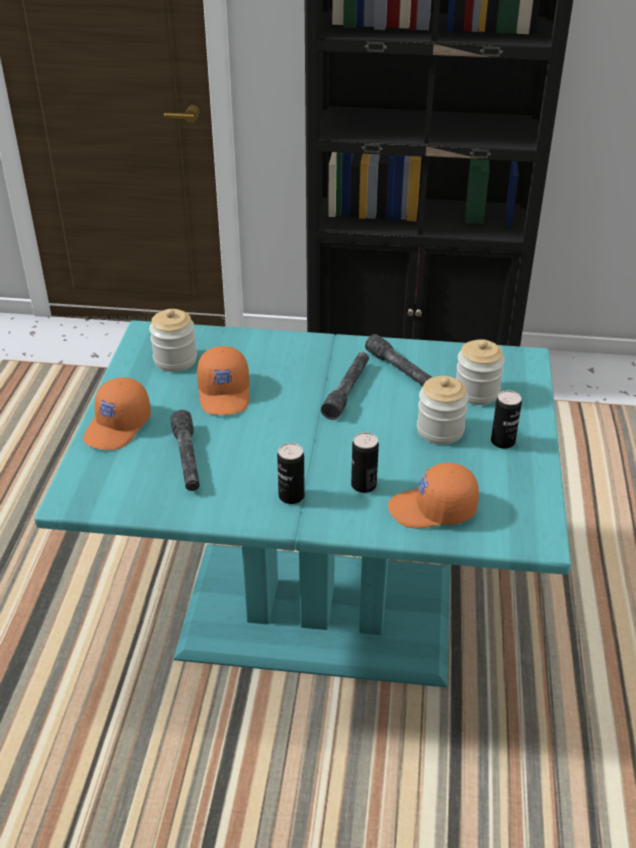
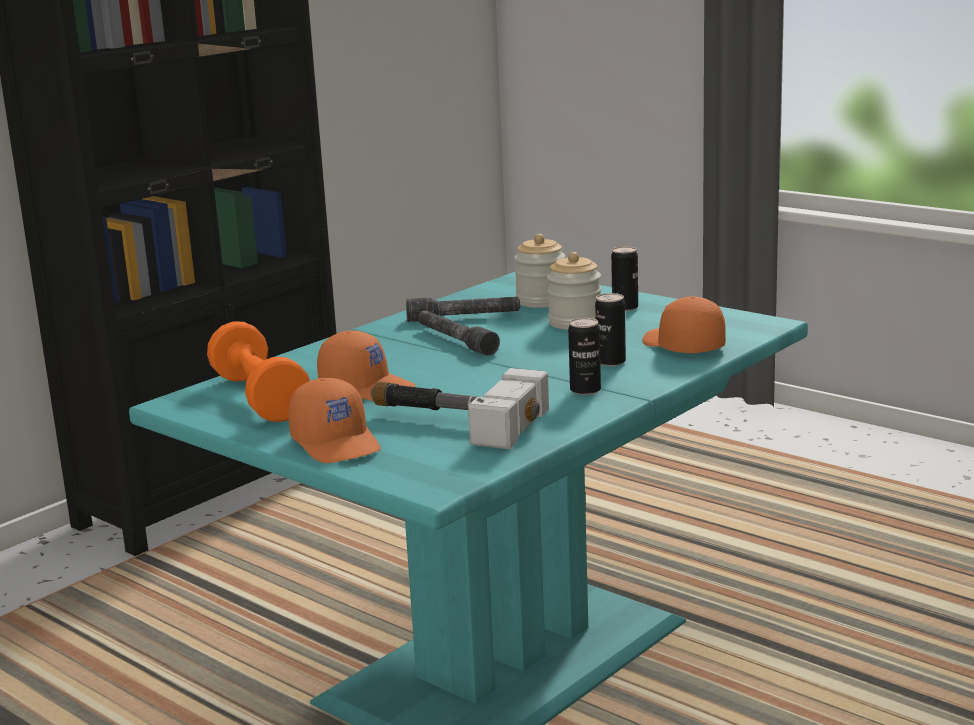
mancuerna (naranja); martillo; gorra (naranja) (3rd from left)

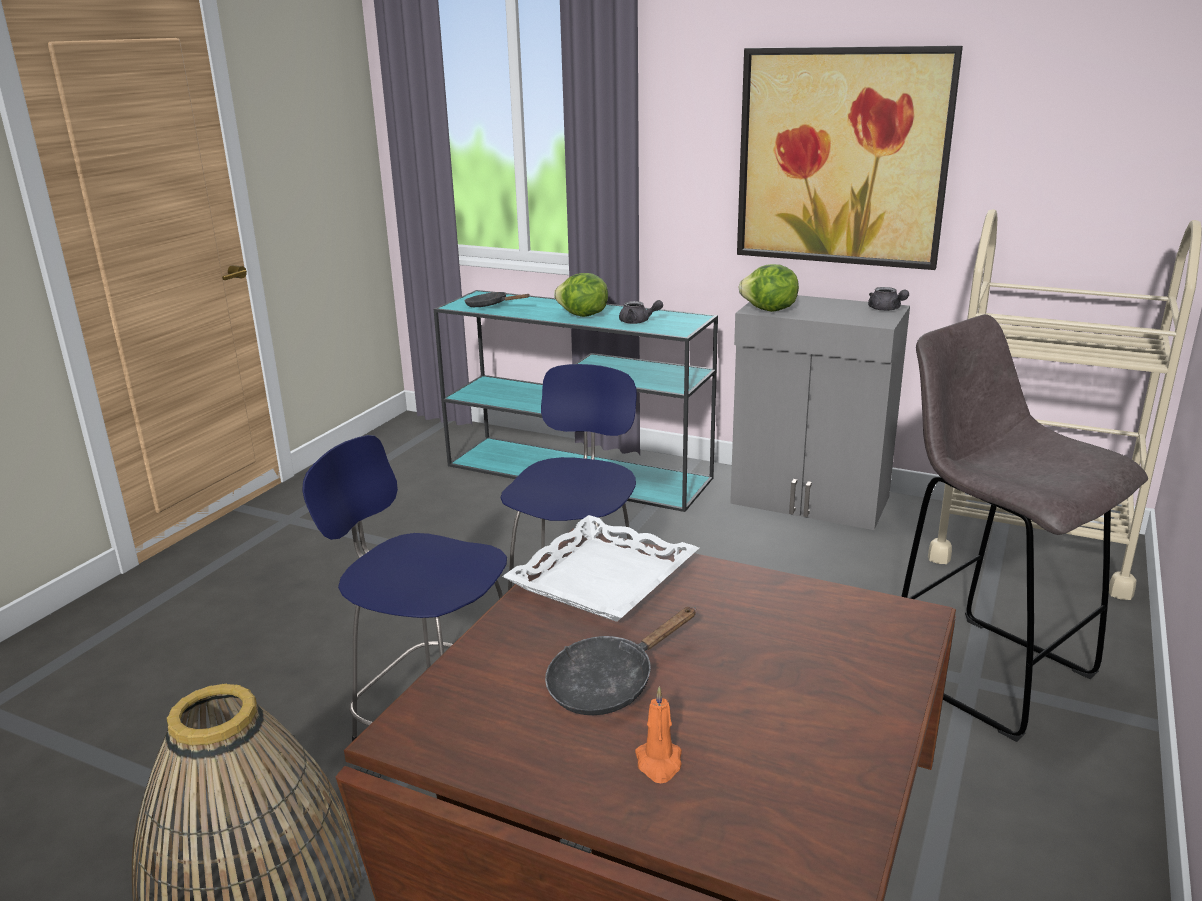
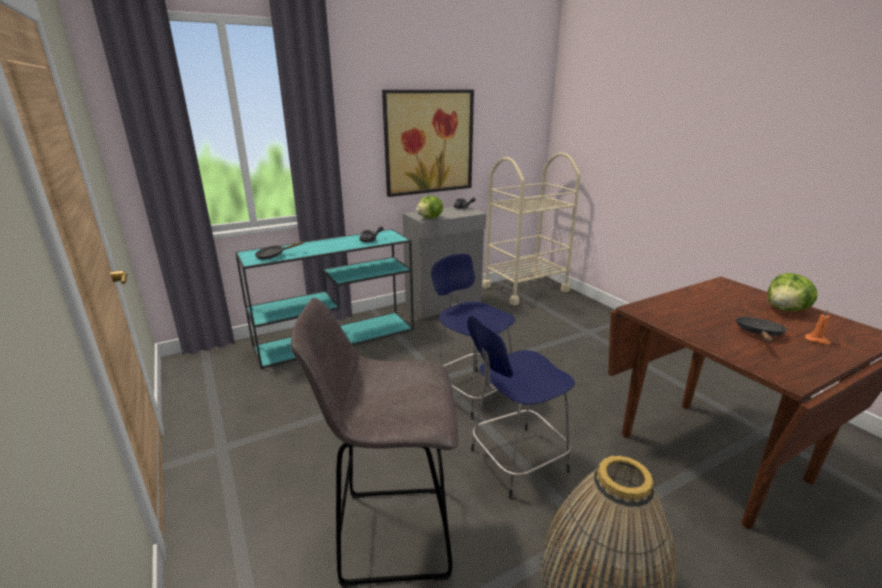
bandeja (blanco); lechuga (2nd from left); taburete (gris); sartén (negro) (2nd from left)

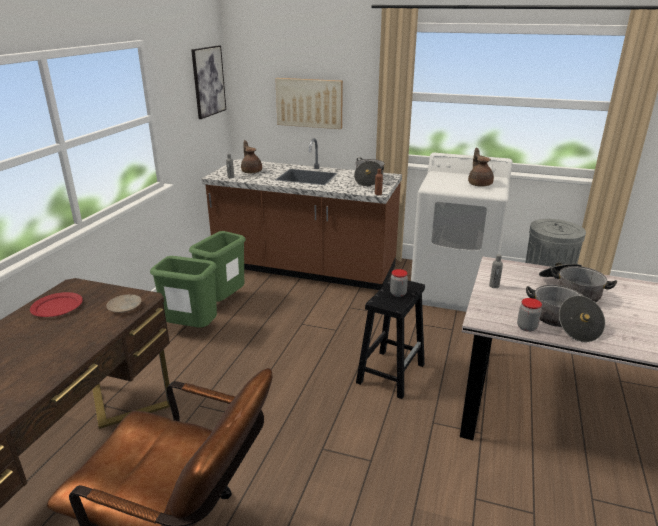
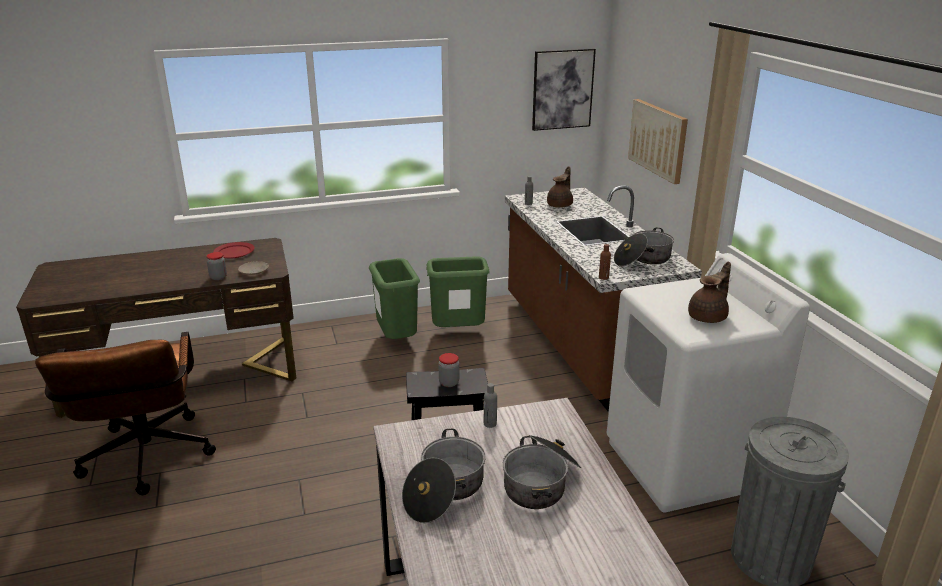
tarro (1st from left)

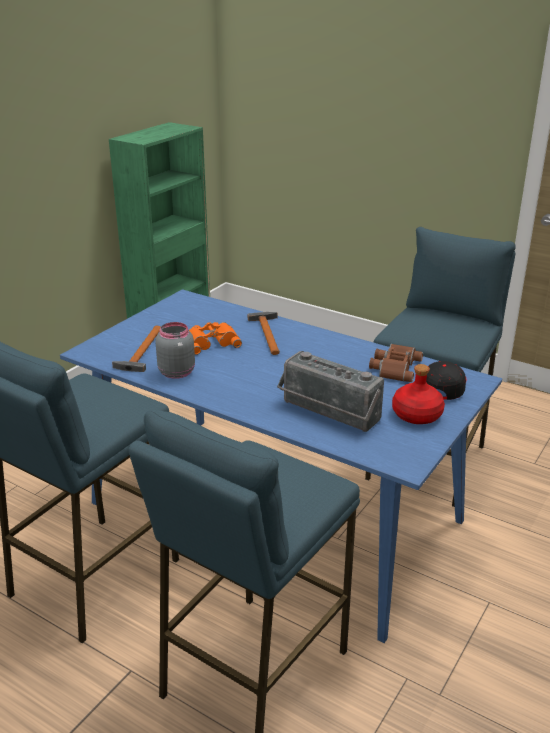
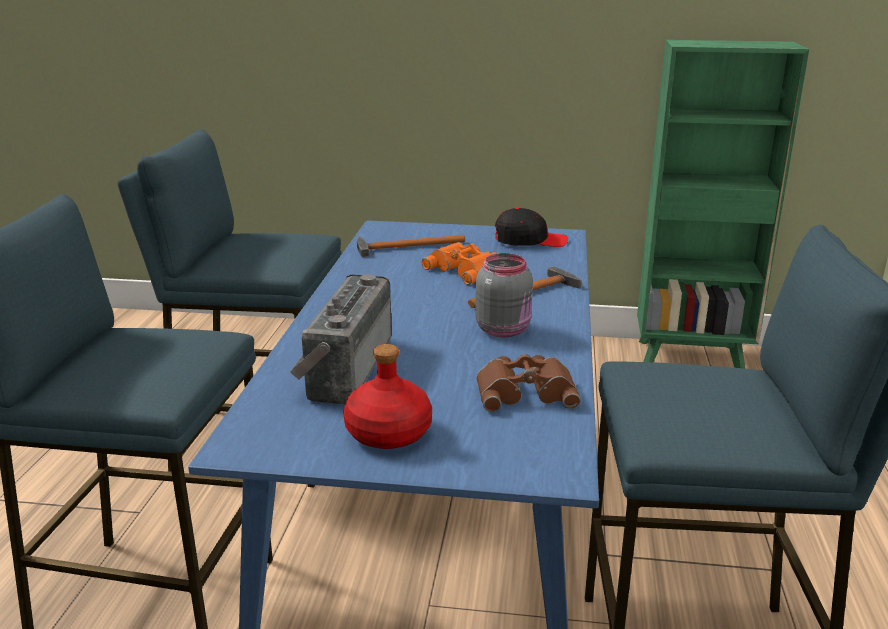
tarro (gris); gorra (negro)

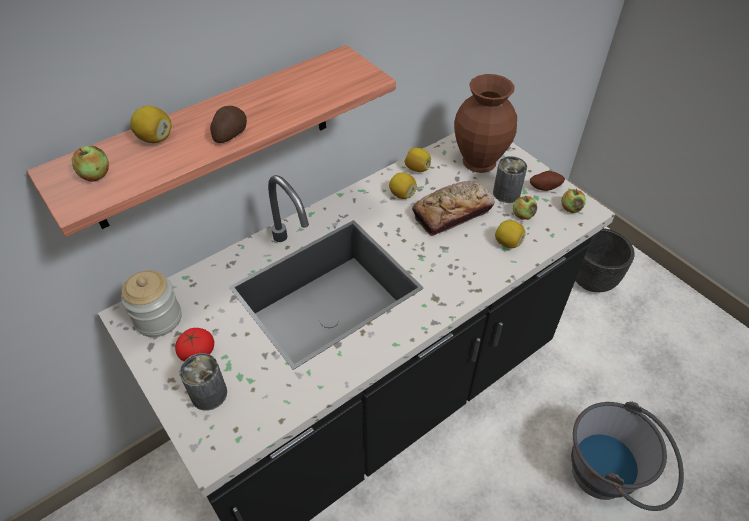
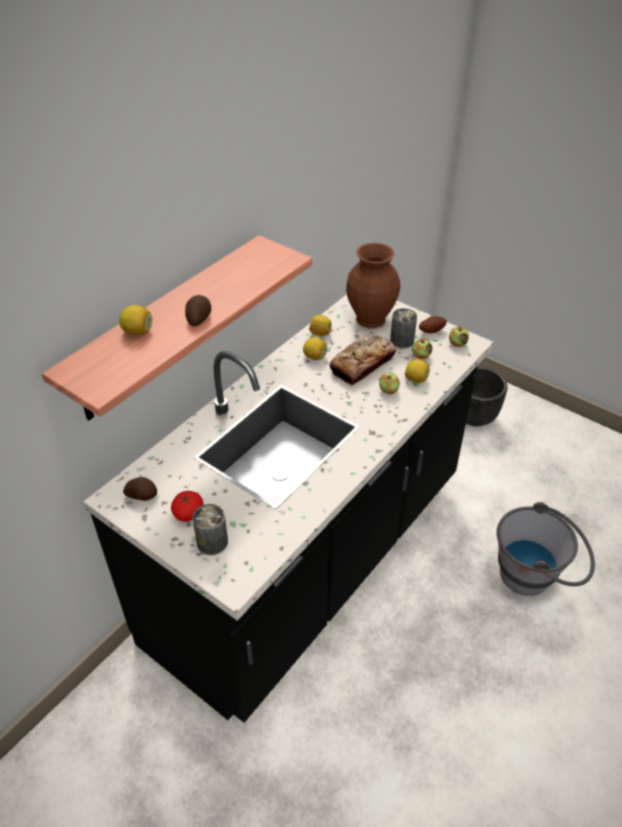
manzana (1st from left); patata (1st from left)

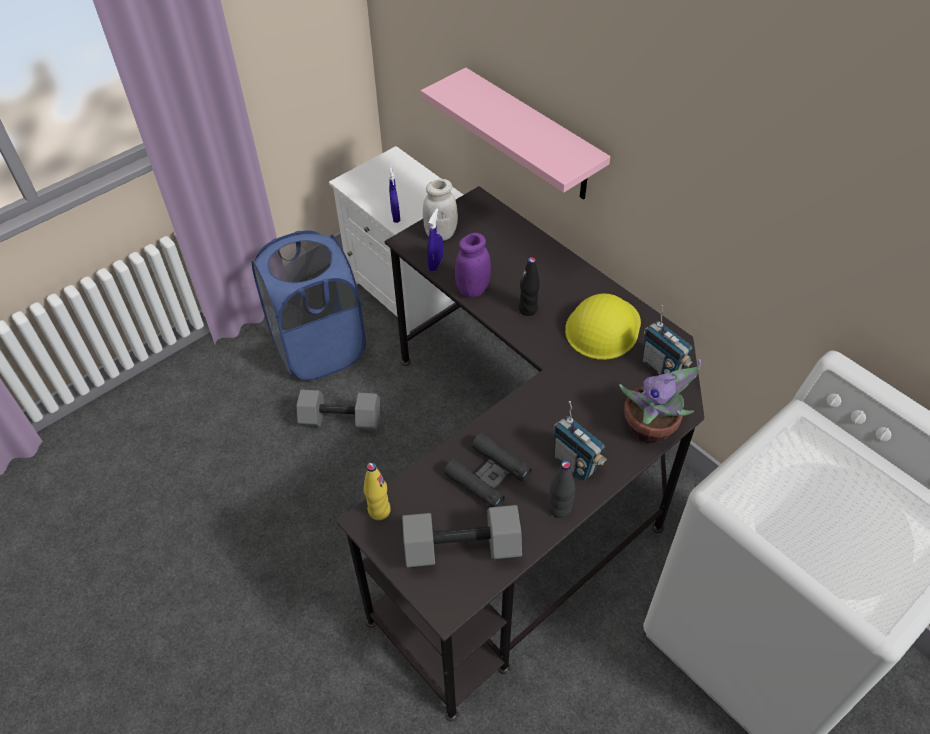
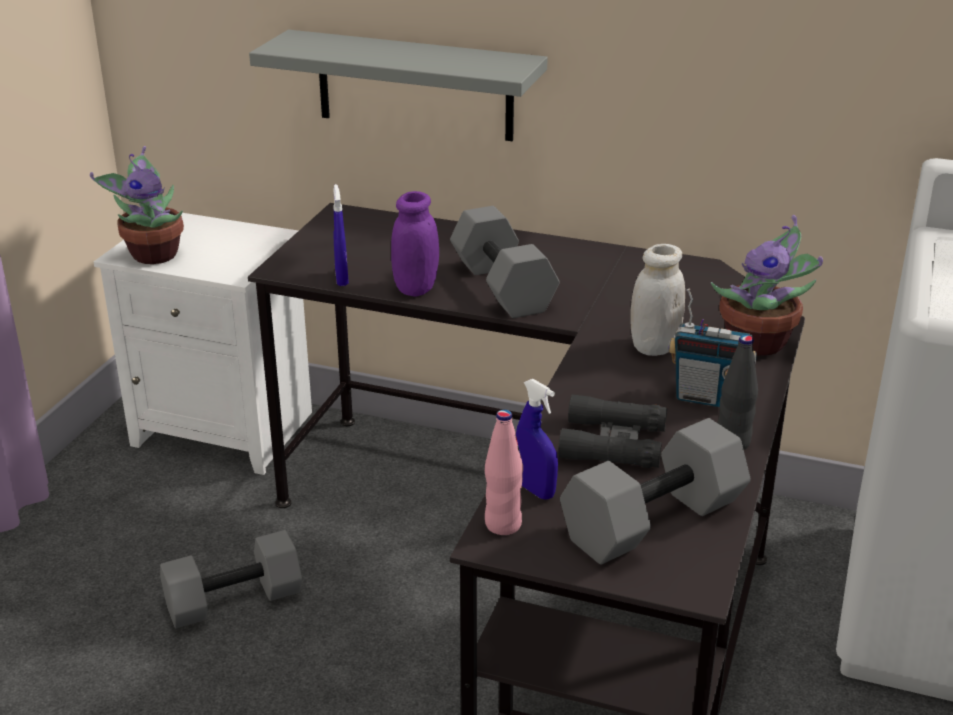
cesto de la ropa (azul); casco (amarillo); radio (2nd from left in the first image); planta en maceta (1st from left); pulverizador (azul) (2nd from left); tarro (blanco); mancuerna (gris) (2nd from left); botella (rosa); estante (gris)

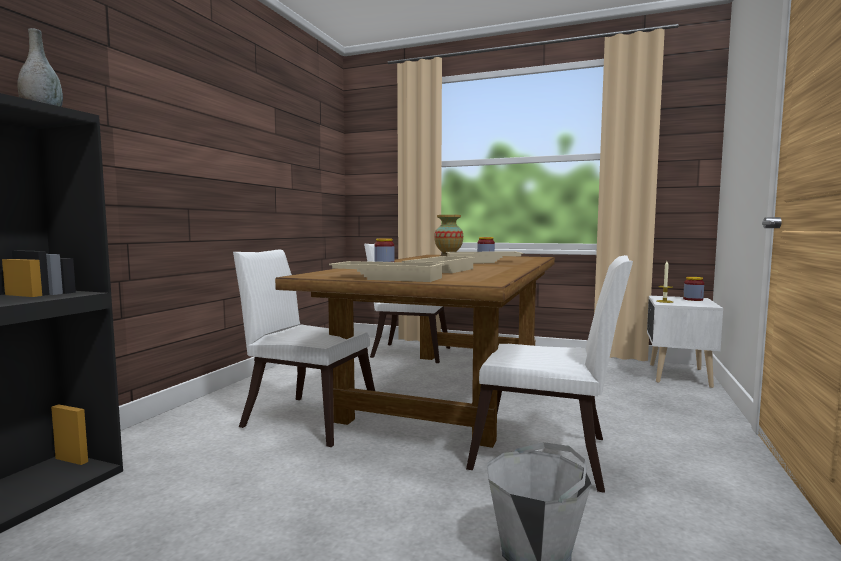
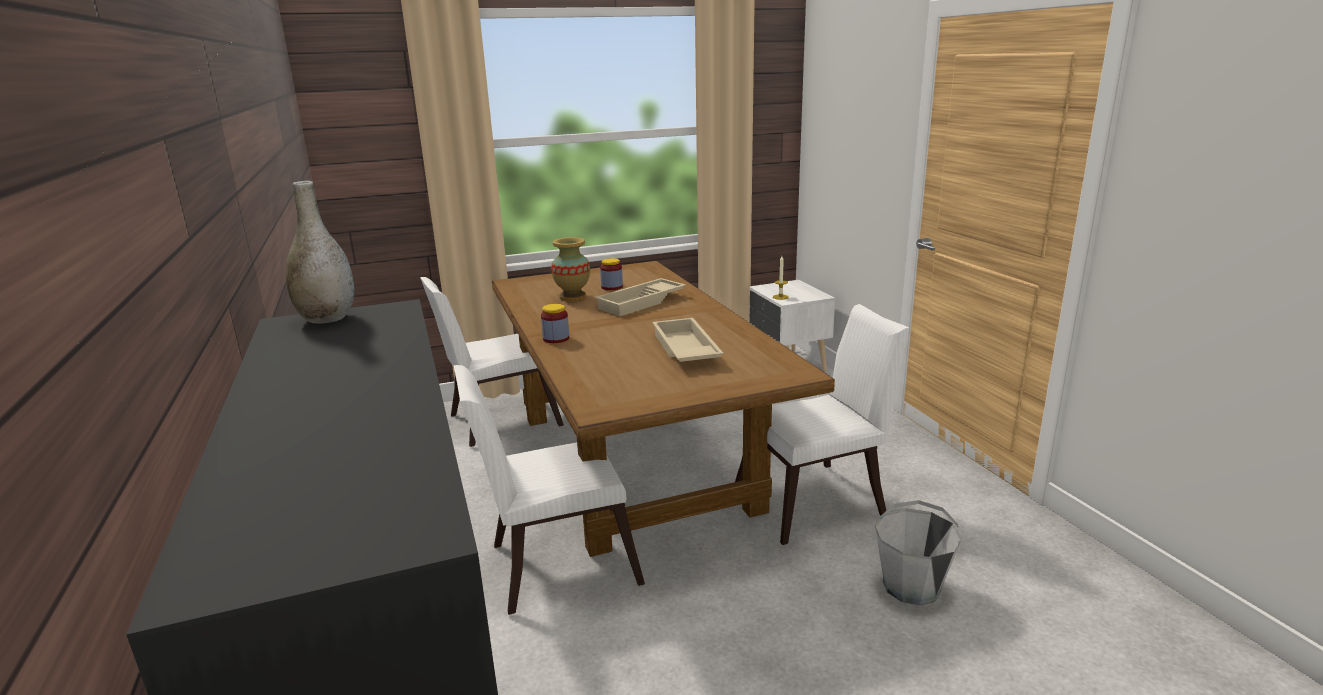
bandeja (beis) (1st from left in the first image); tarro (3rd from left in the first image)

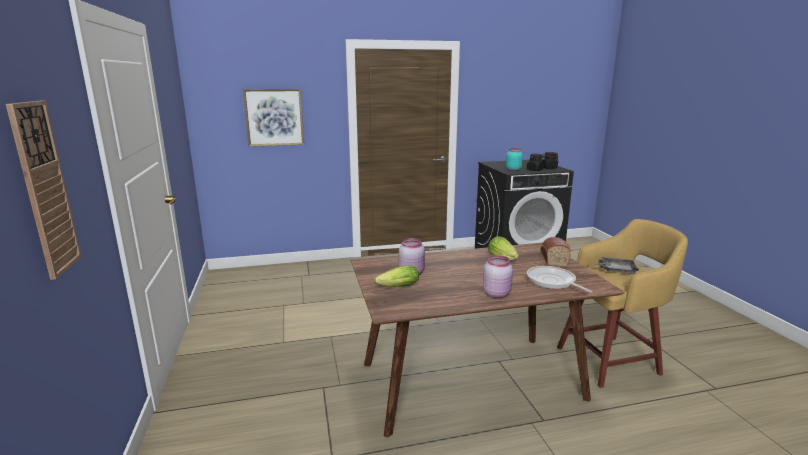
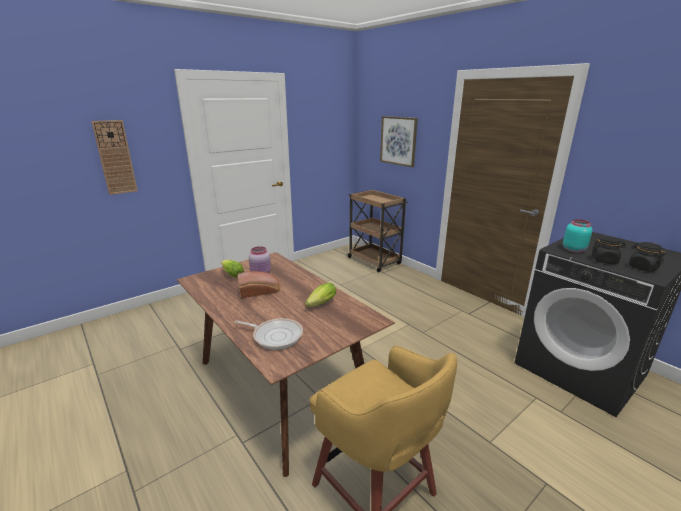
tarro (rosa) (2nd from left in the first image); bandeja (gris); carrito (marrón); pan; sartén

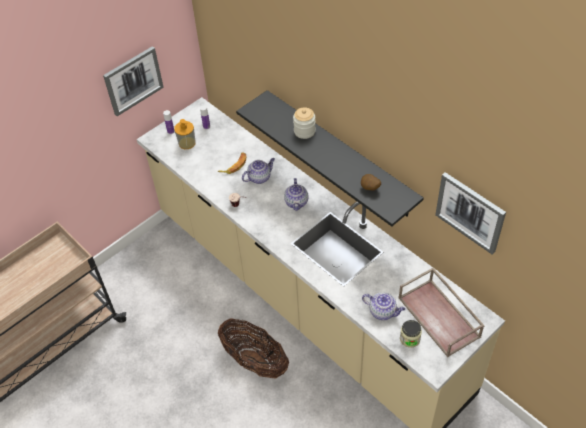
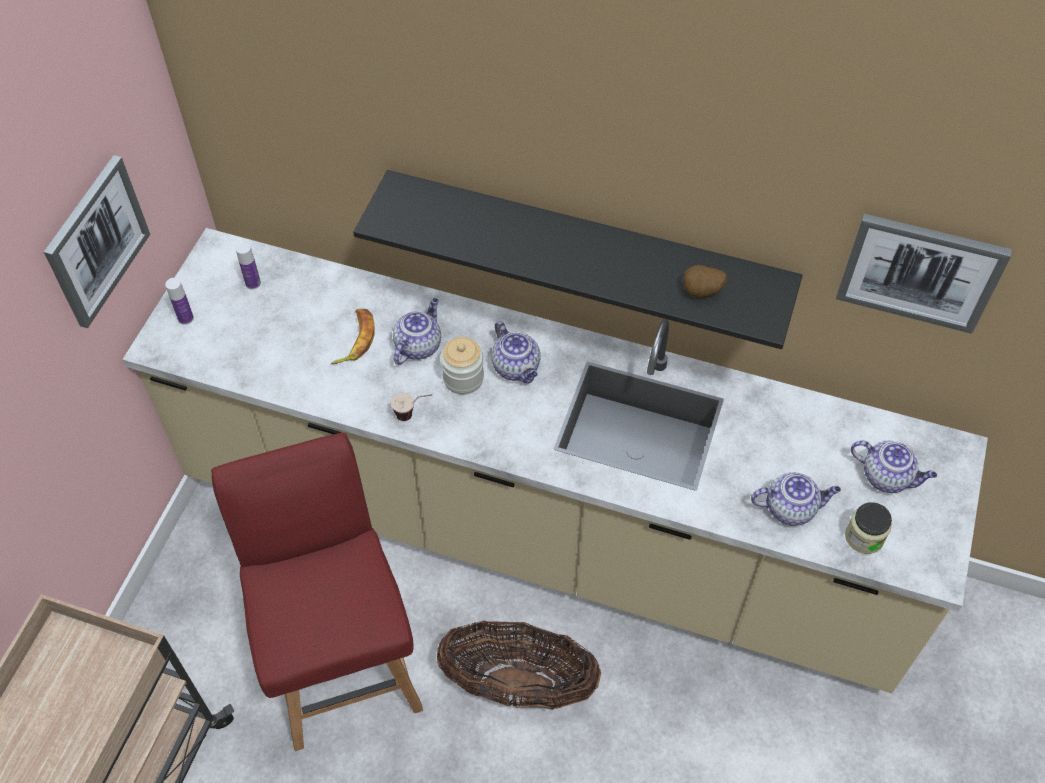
dispensador de jabón; silla (rojo); tarro (1st from left); tetera (4th from left)

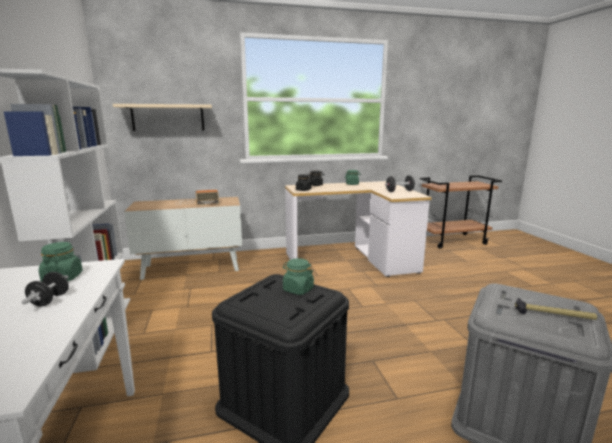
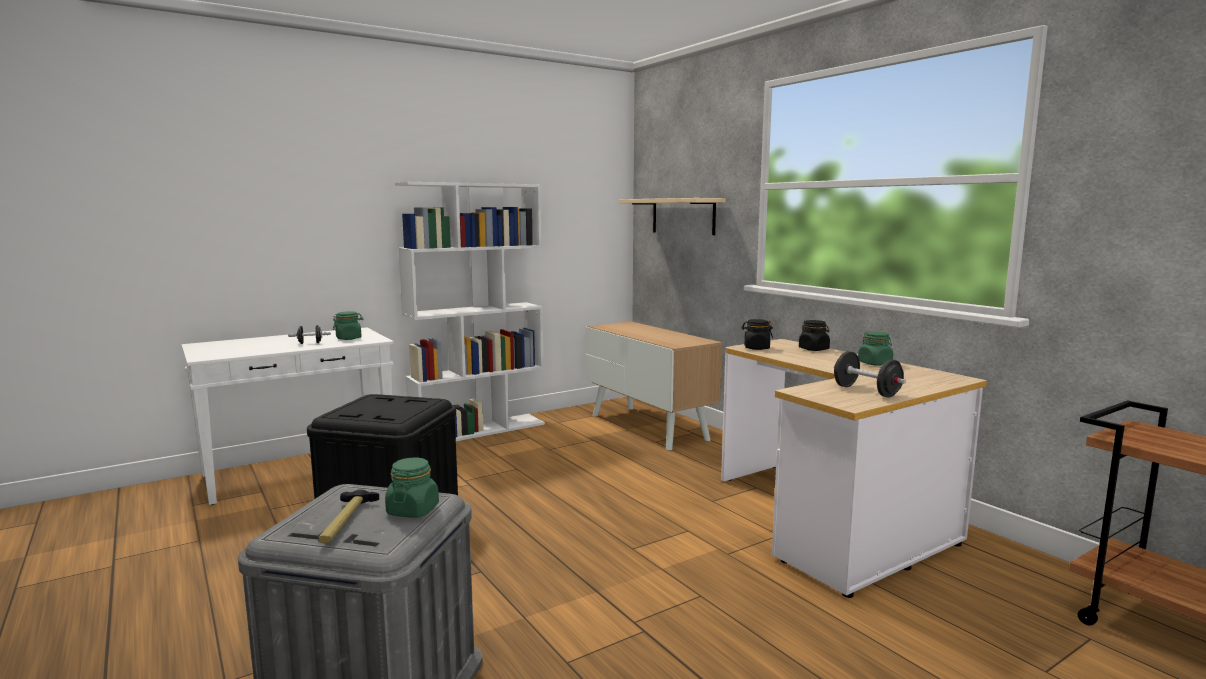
radio; tarro (verde) (2nd from left)

